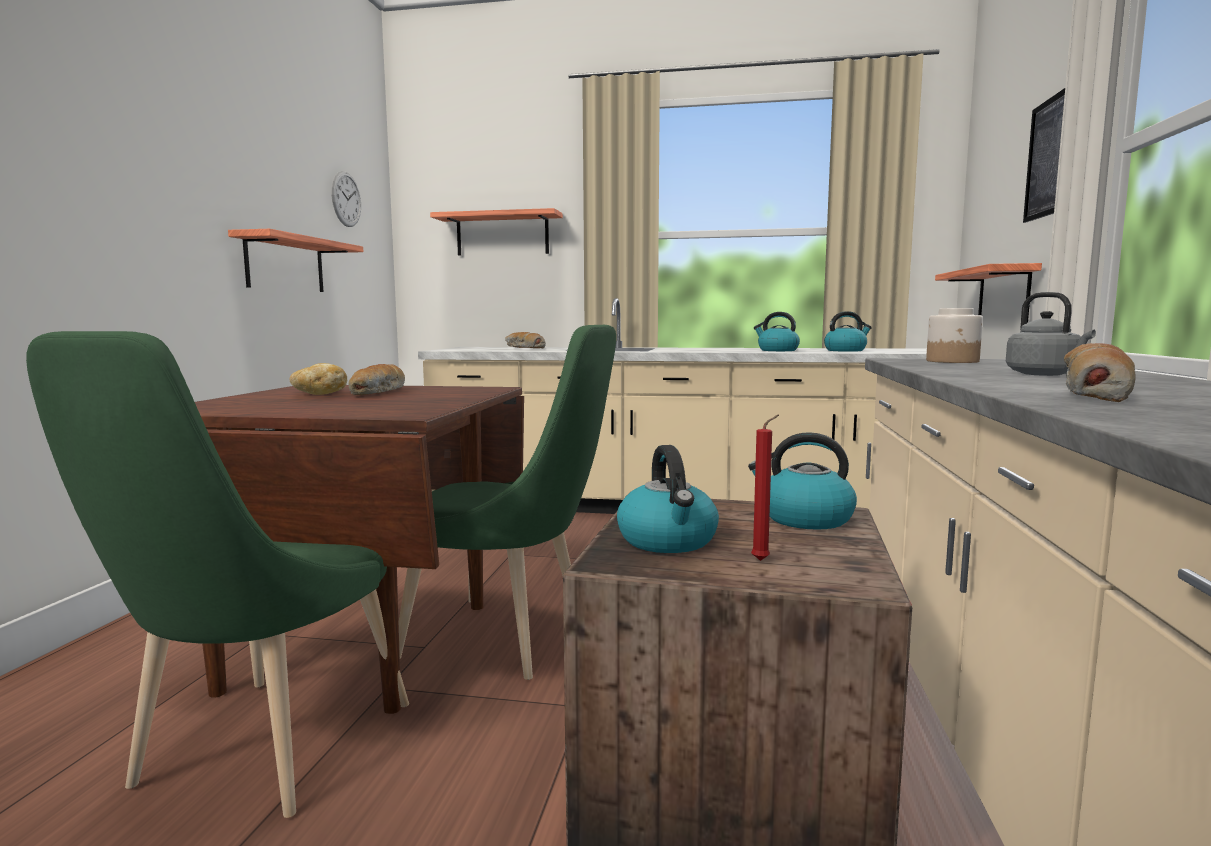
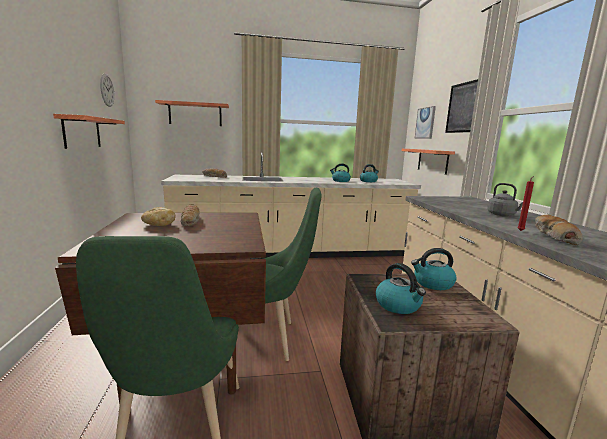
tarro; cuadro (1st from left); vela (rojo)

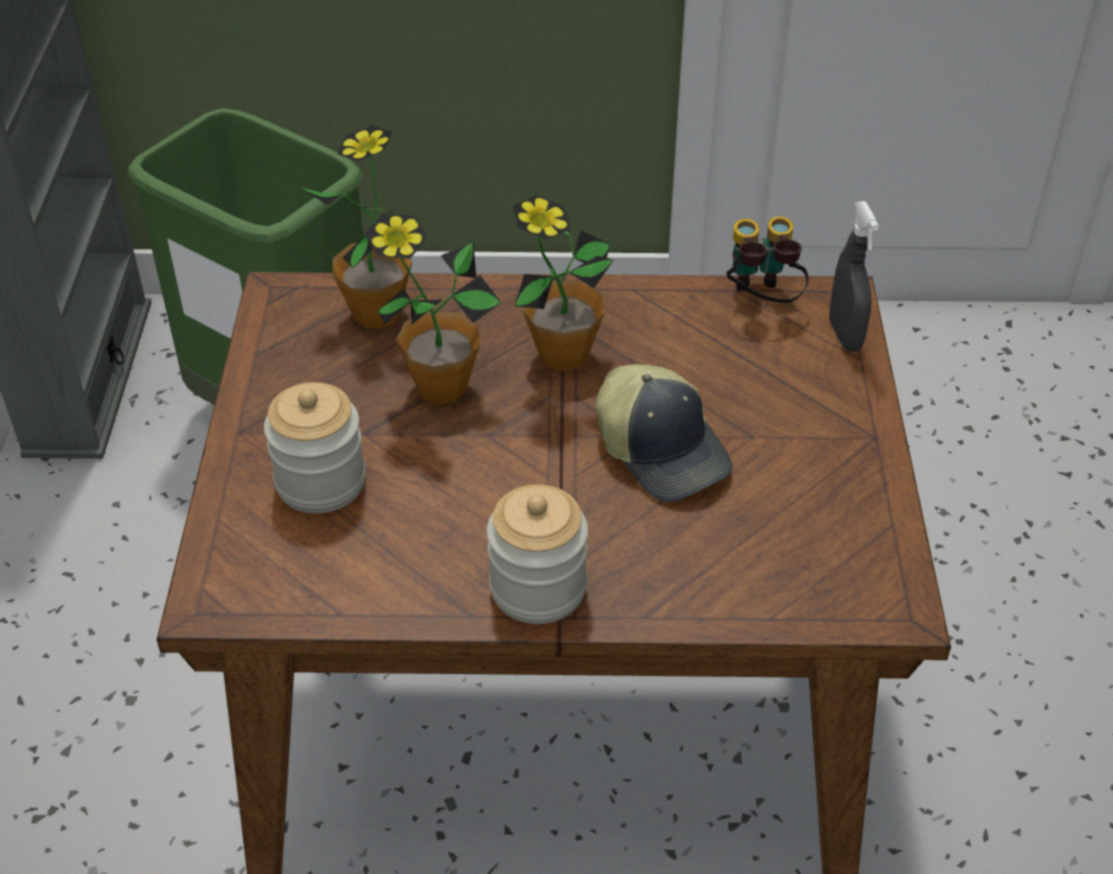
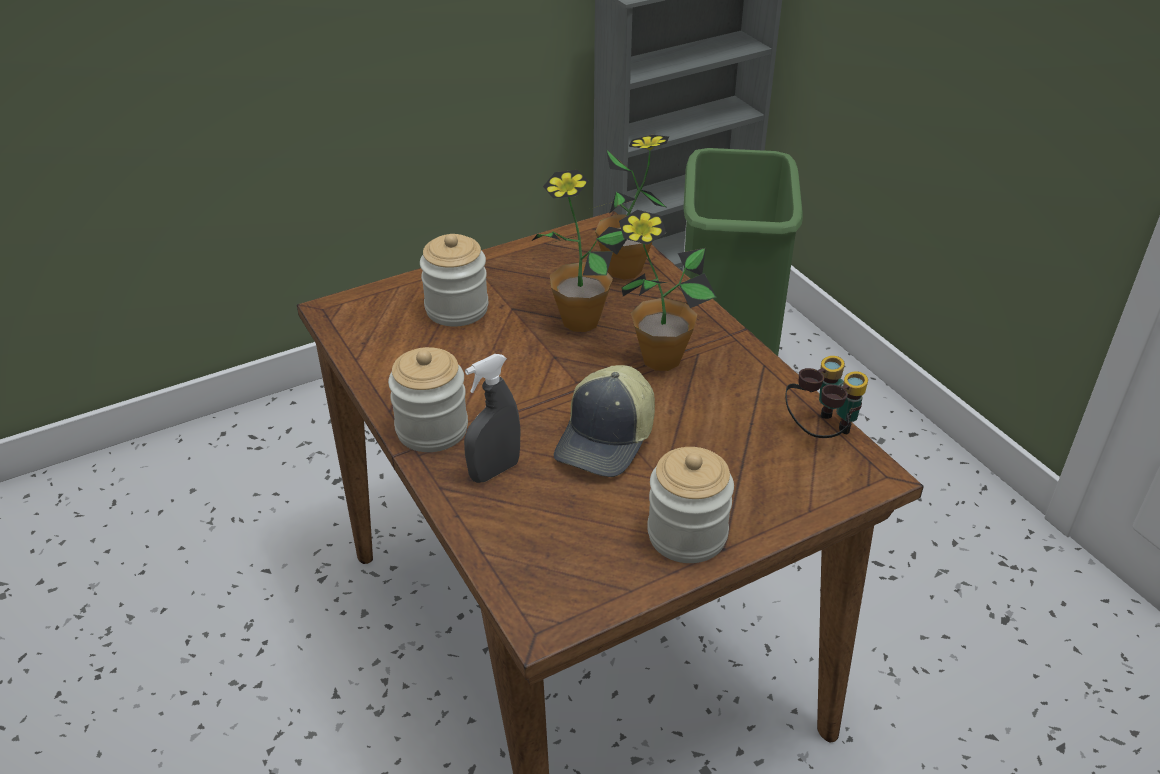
tarro (3rd from left); pulverizador (gris)

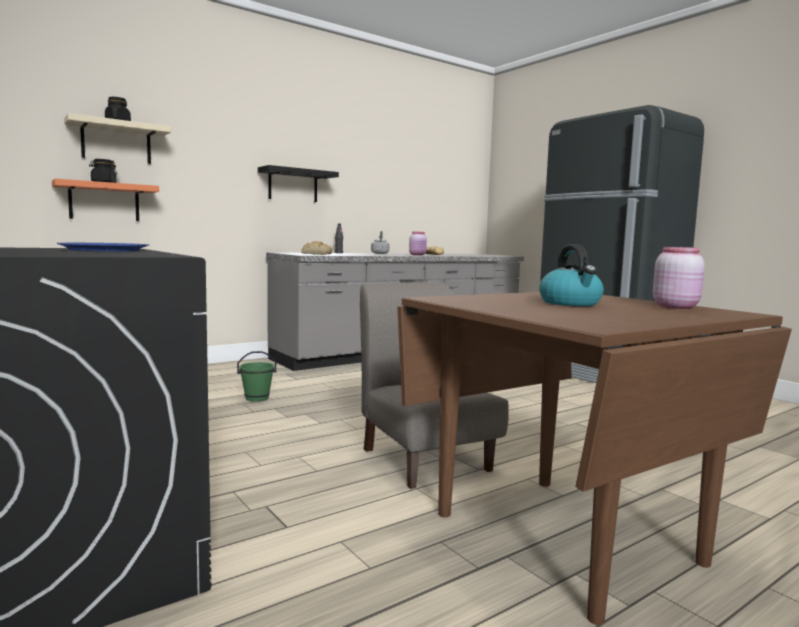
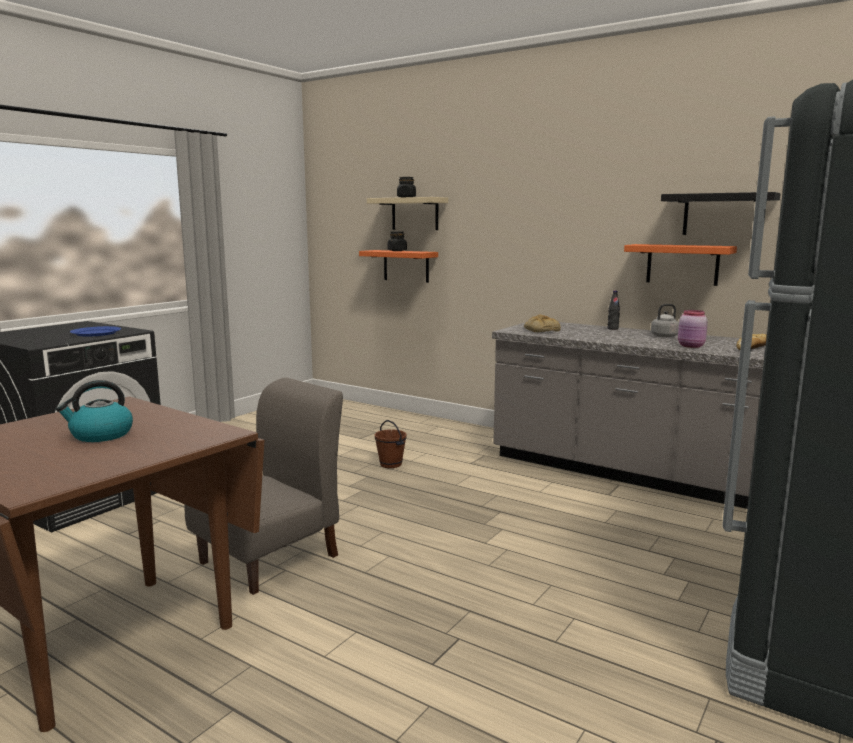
tarro (rosa) (2nd from left in the first image); estante (naranja) (2nd from left); estante (negro); cubo (marrón)

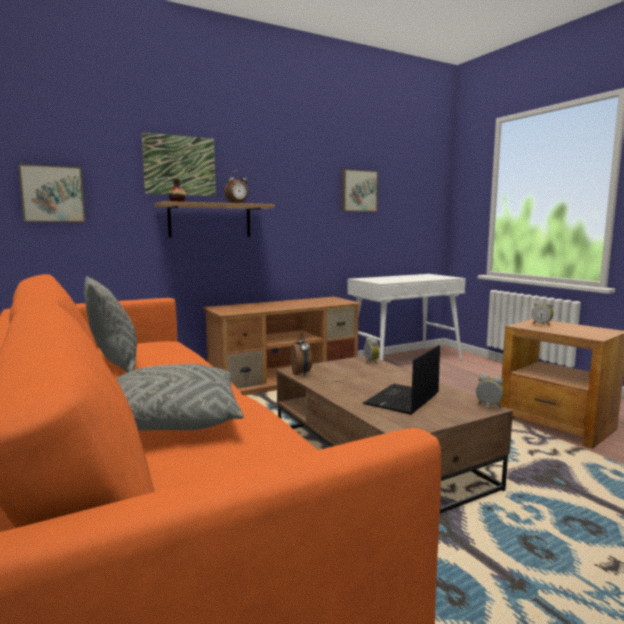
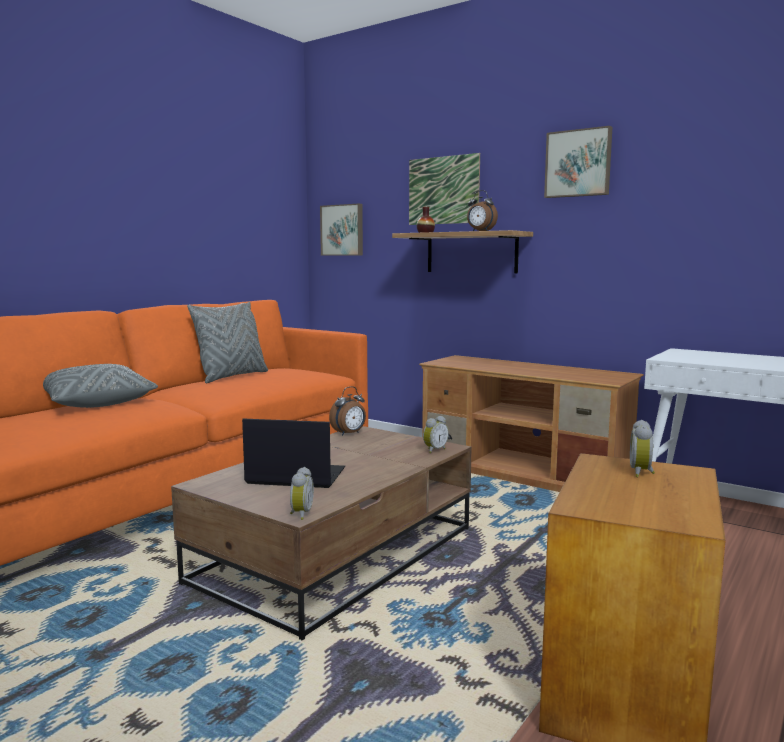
cuadro (3rd from left)

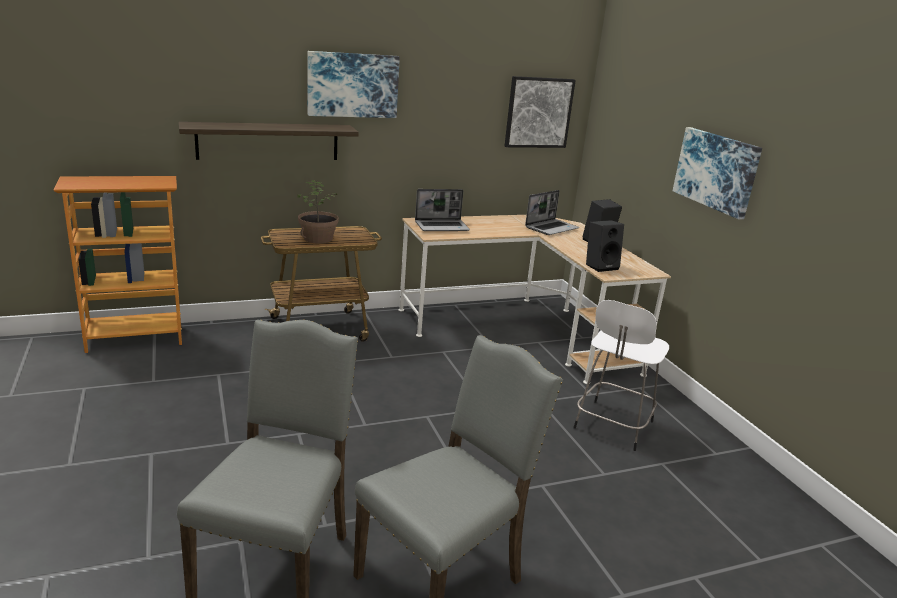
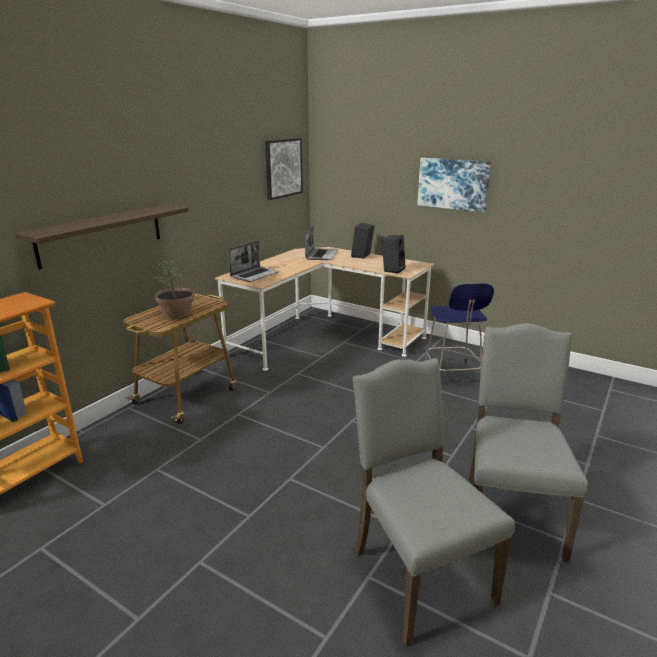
cuadro (1st from left in the first image); taburete (azul)

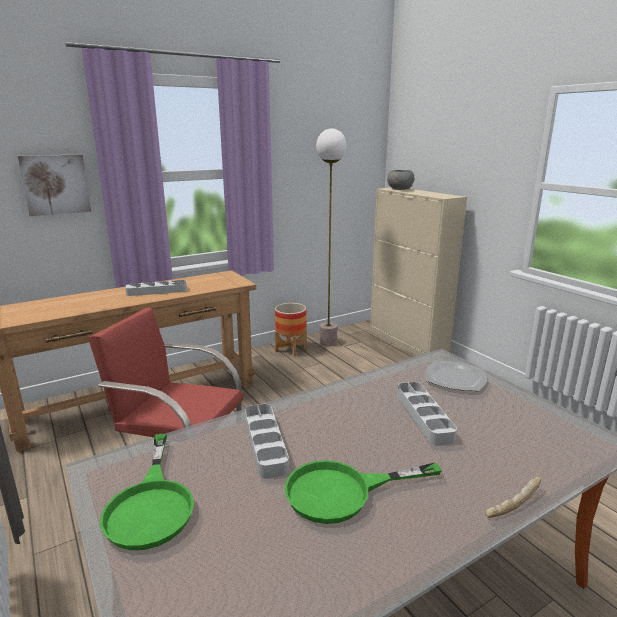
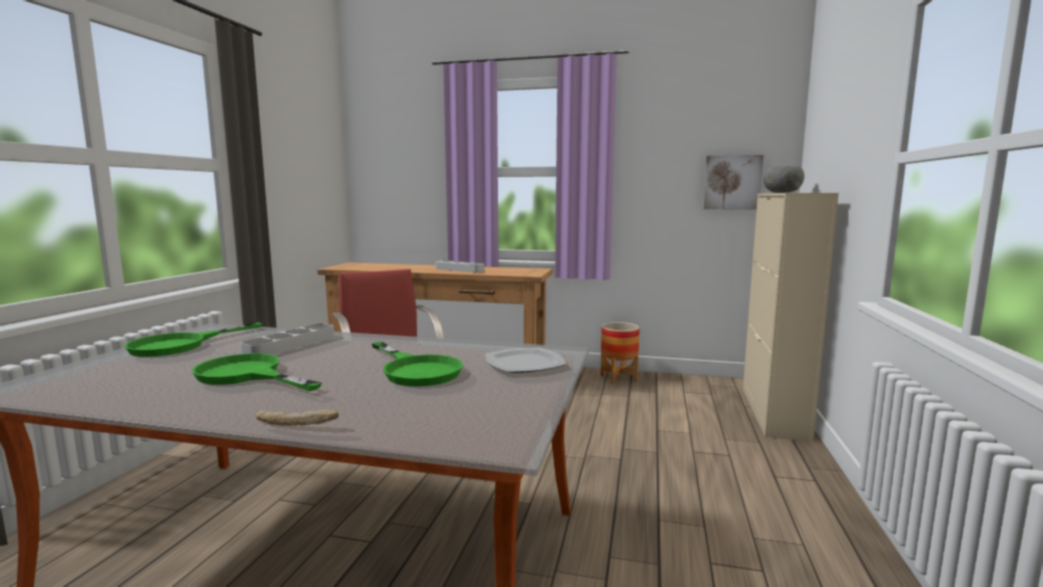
lámpara de pie; cuadro; sartén (verde) (3rd from left)

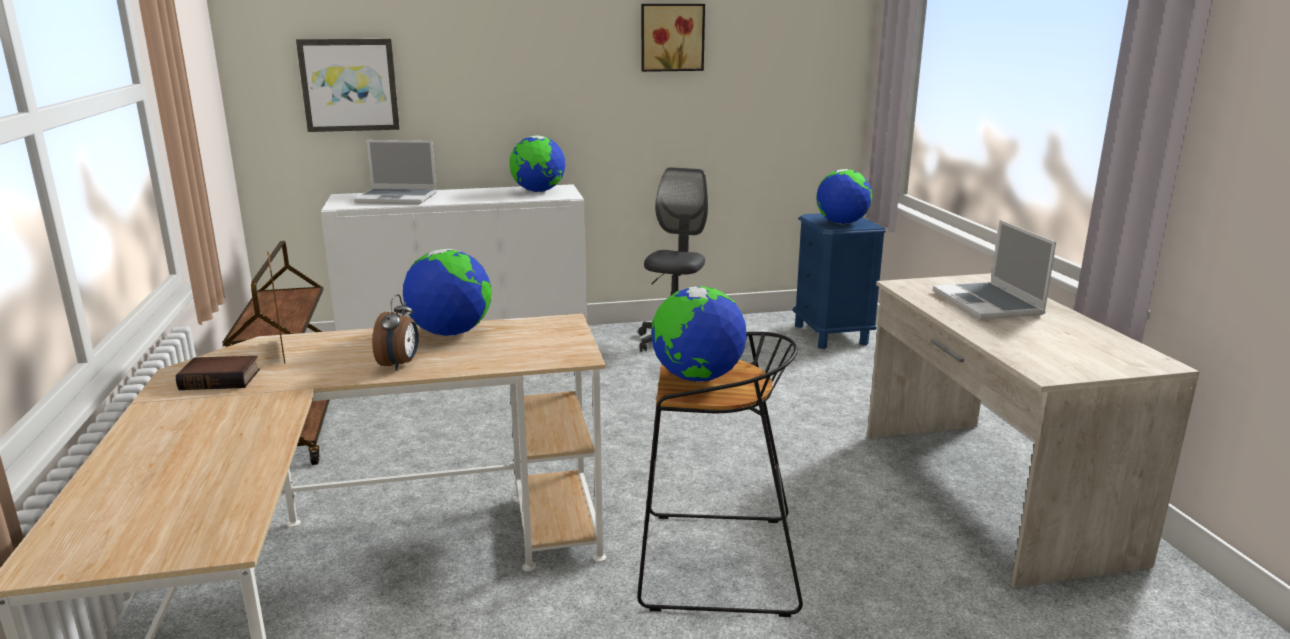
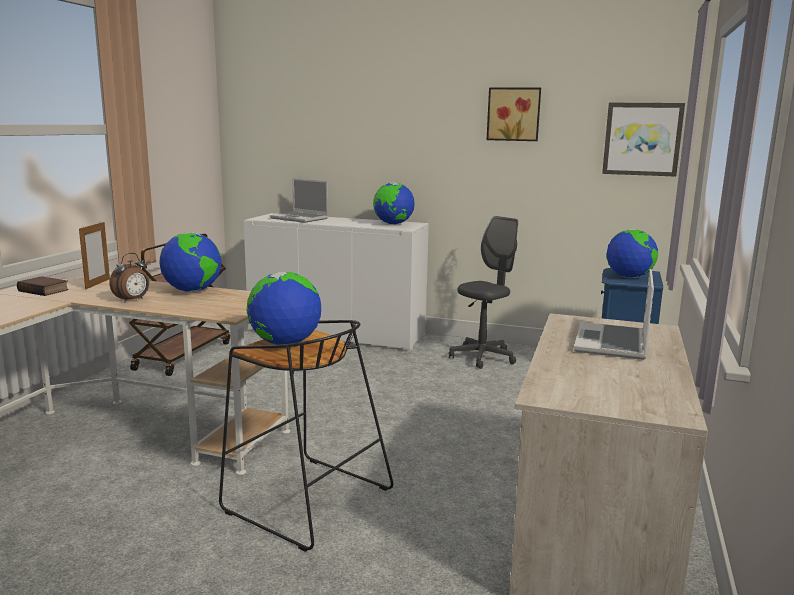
cuadro (2nd from left)

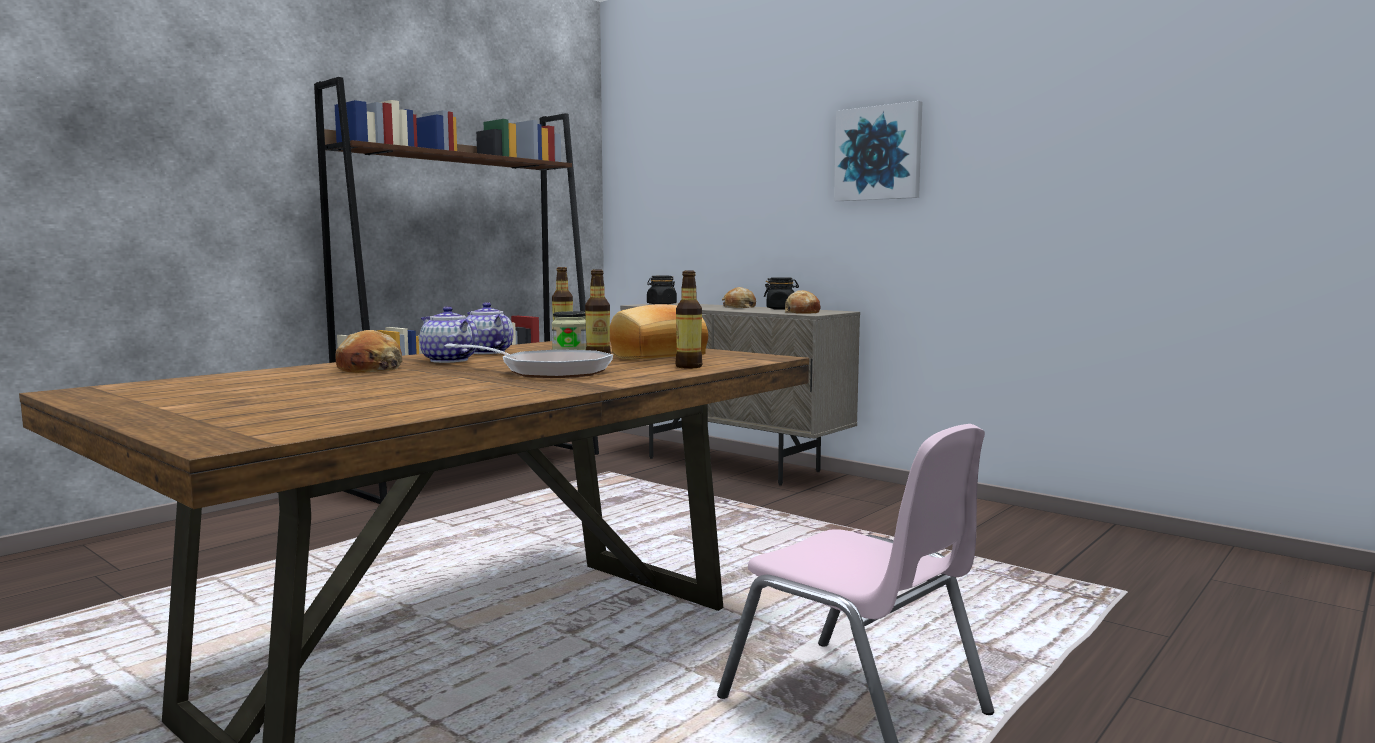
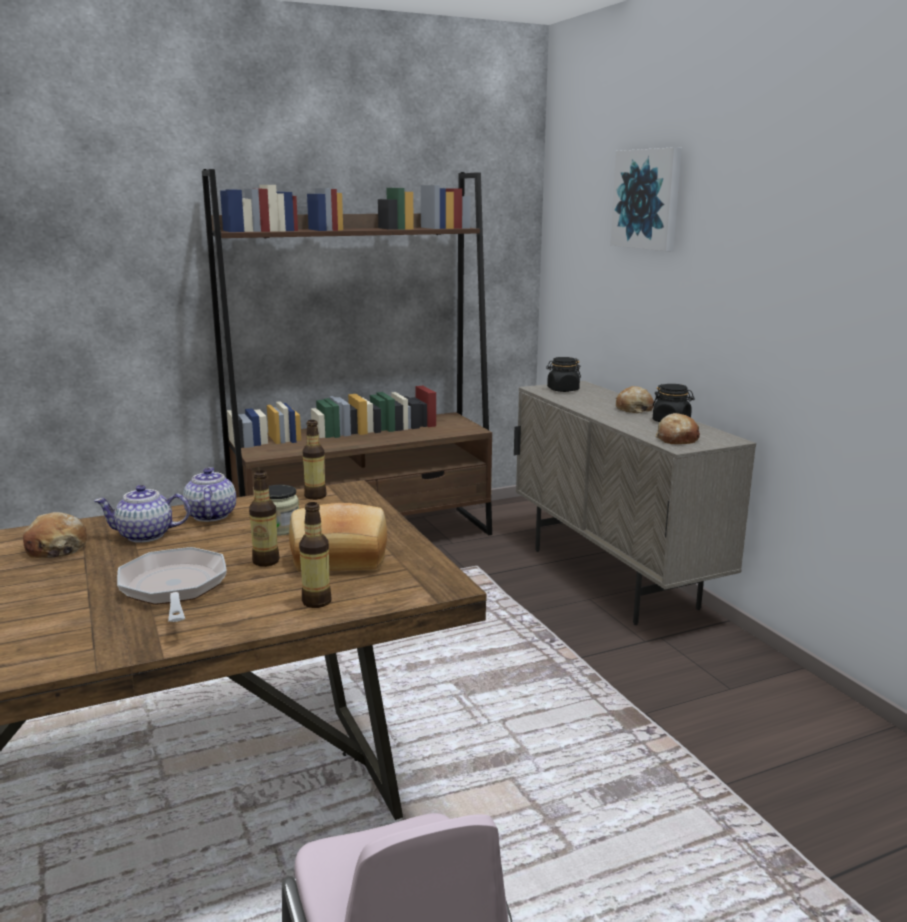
cuadro; tetera (1st from left); sartén

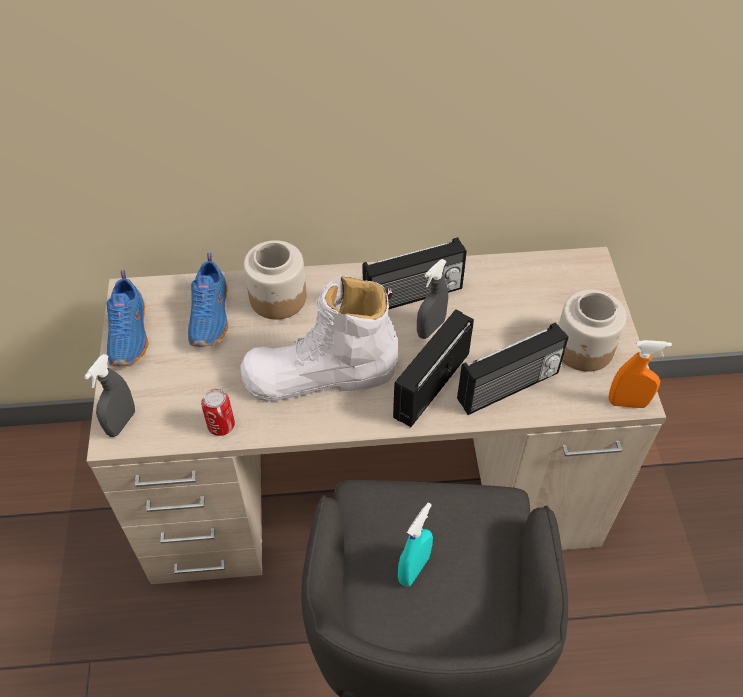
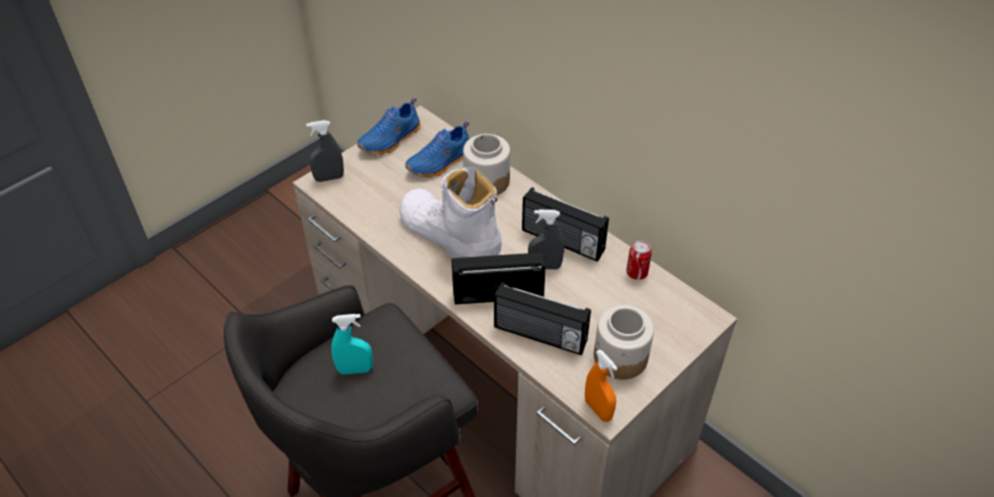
lata

